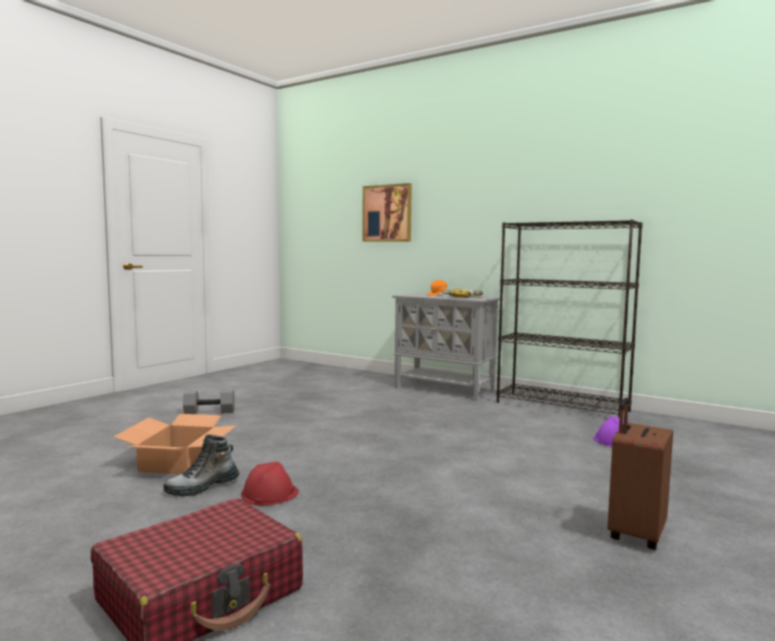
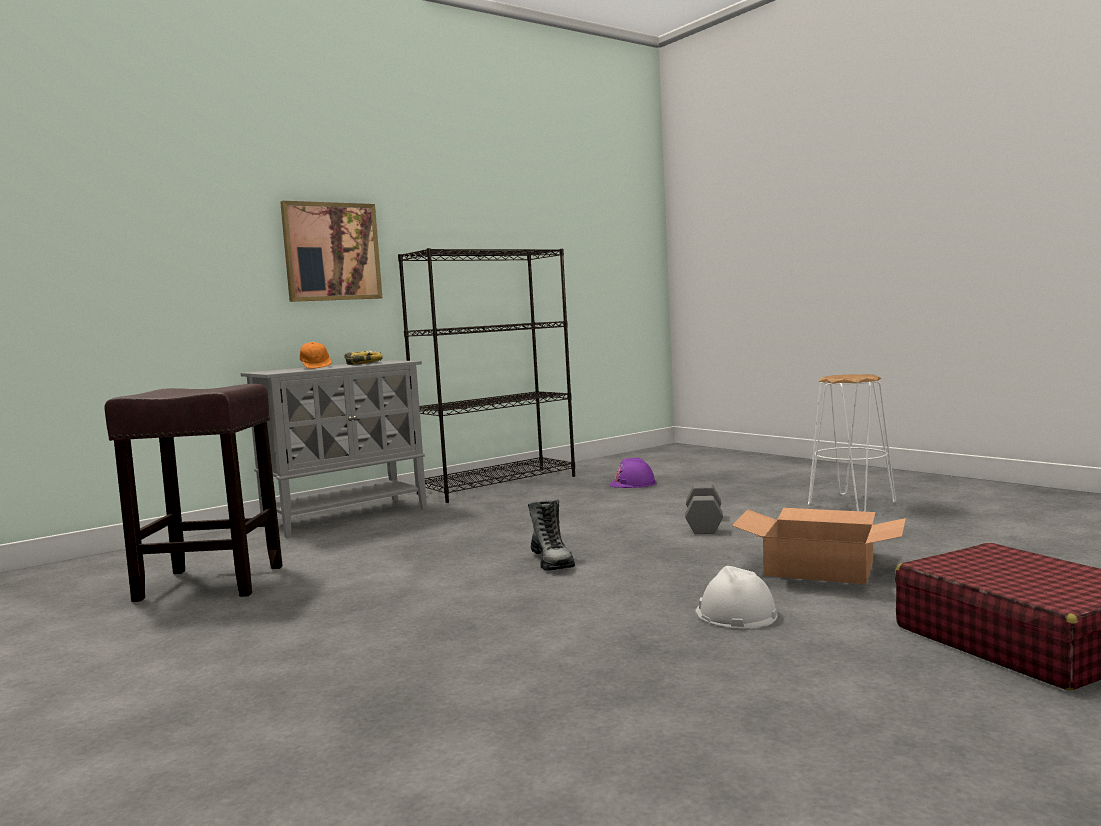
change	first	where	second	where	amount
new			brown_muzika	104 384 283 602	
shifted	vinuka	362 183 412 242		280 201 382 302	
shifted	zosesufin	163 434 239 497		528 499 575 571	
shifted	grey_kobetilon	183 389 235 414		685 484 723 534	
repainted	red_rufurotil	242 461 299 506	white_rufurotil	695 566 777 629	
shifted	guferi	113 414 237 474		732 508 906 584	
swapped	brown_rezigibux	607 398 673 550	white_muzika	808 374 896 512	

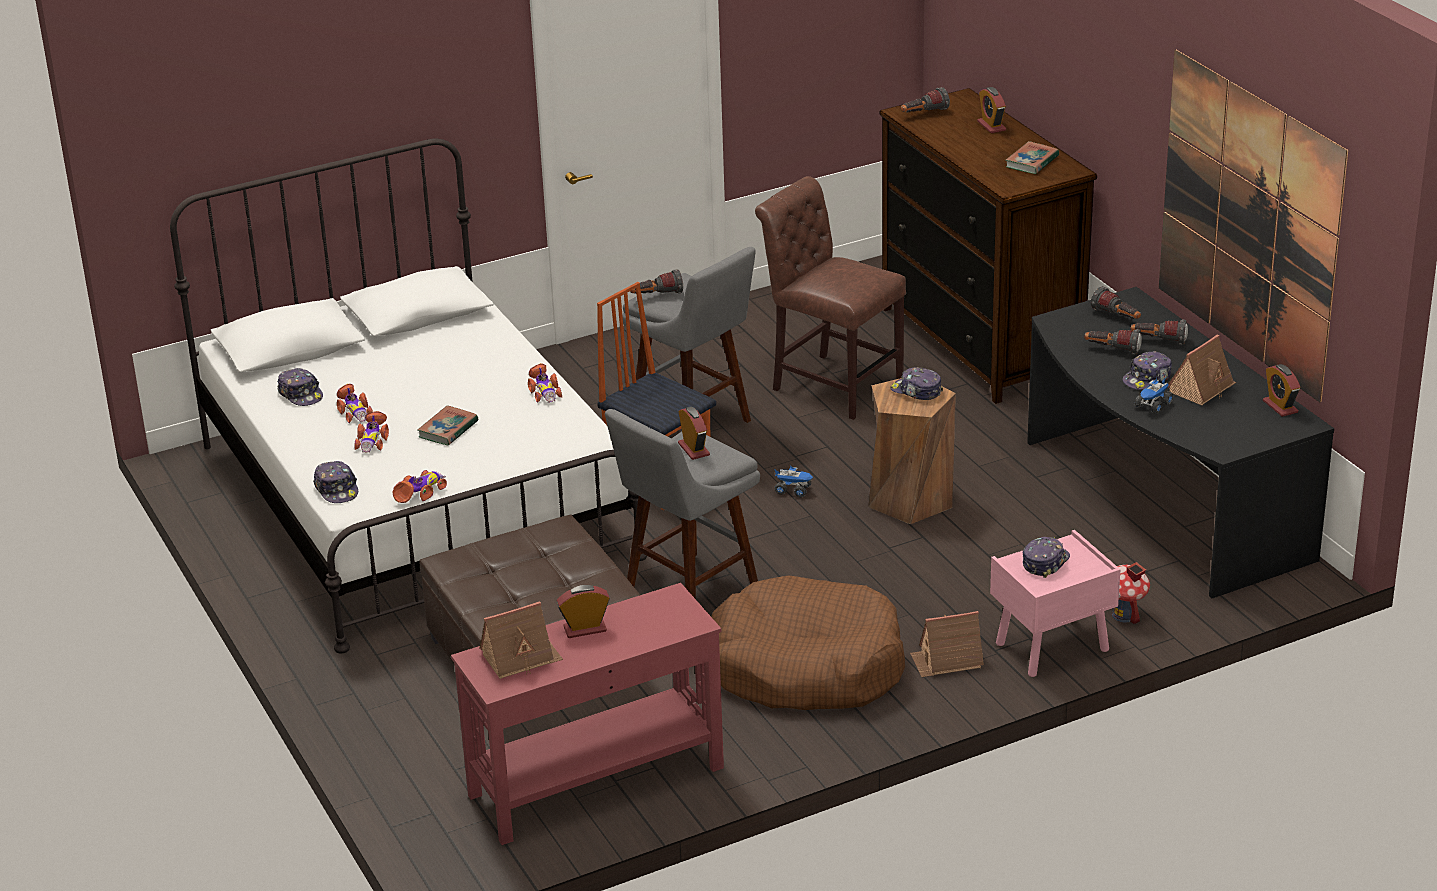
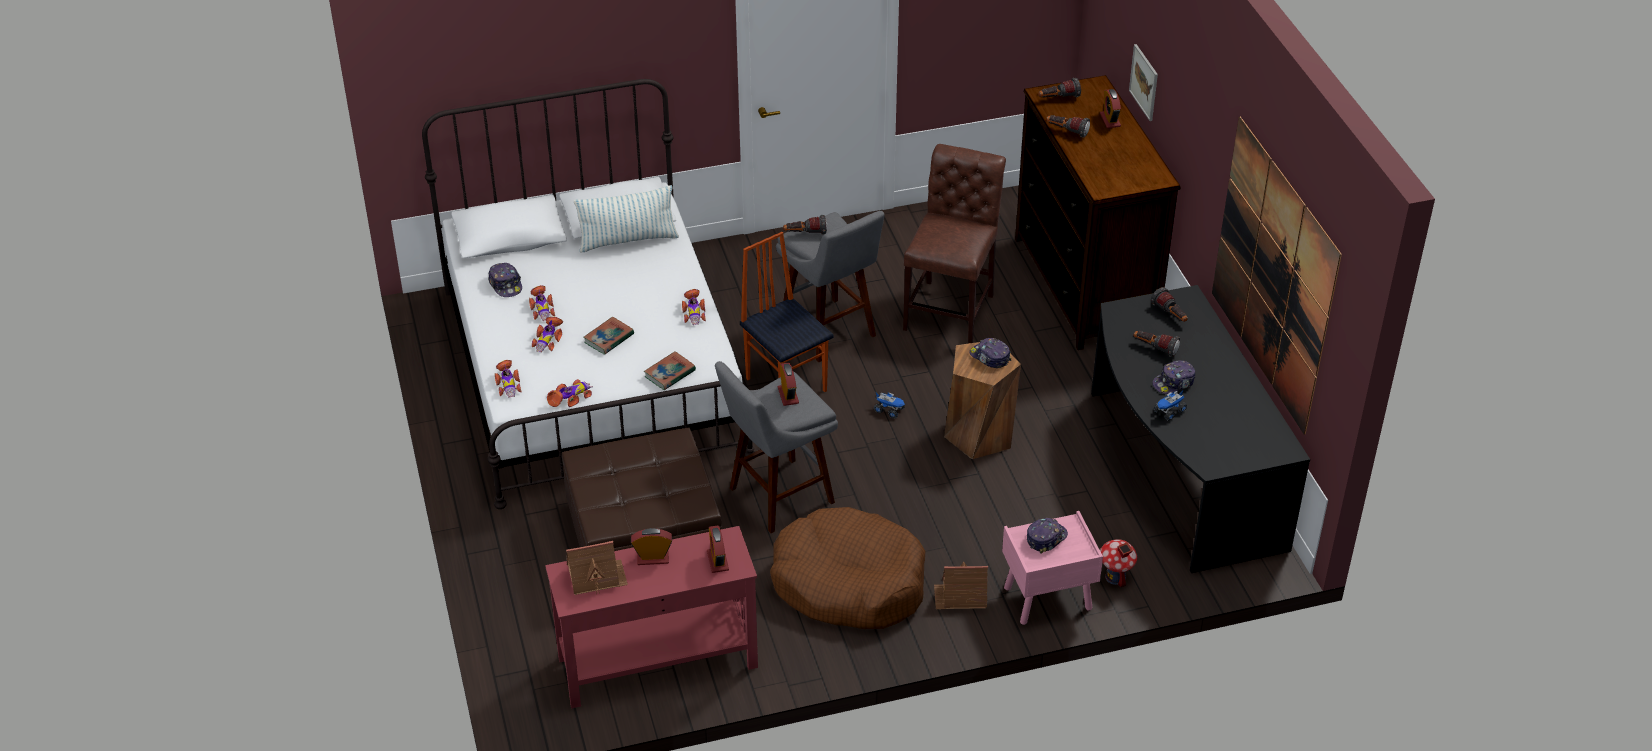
change	first	where	second	where	amount
swapped	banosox	313 461 358 503	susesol	495 360 522 398	
new			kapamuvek	574 185 679 253	
shifted	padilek	1006 141 1059 174		644 351 696 390	
shifted	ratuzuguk	1263 364 1301 417		707 525 729 573	
rotated	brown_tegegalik	755 176 906 420		903 144 1006 344	60 degrees clockwise
shifted	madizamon	1131 319 1188 345		1046 115 1090 138	
new			vinuka	1129 44 1158 121	
gone	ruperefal	1167 335 1236 405			

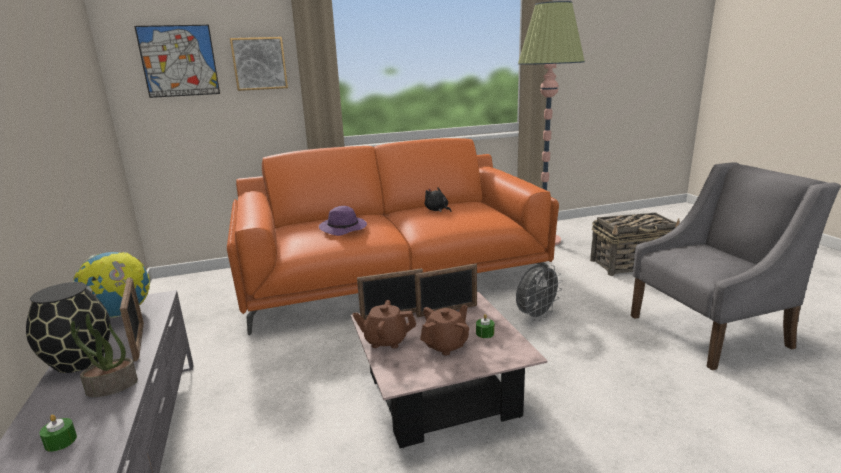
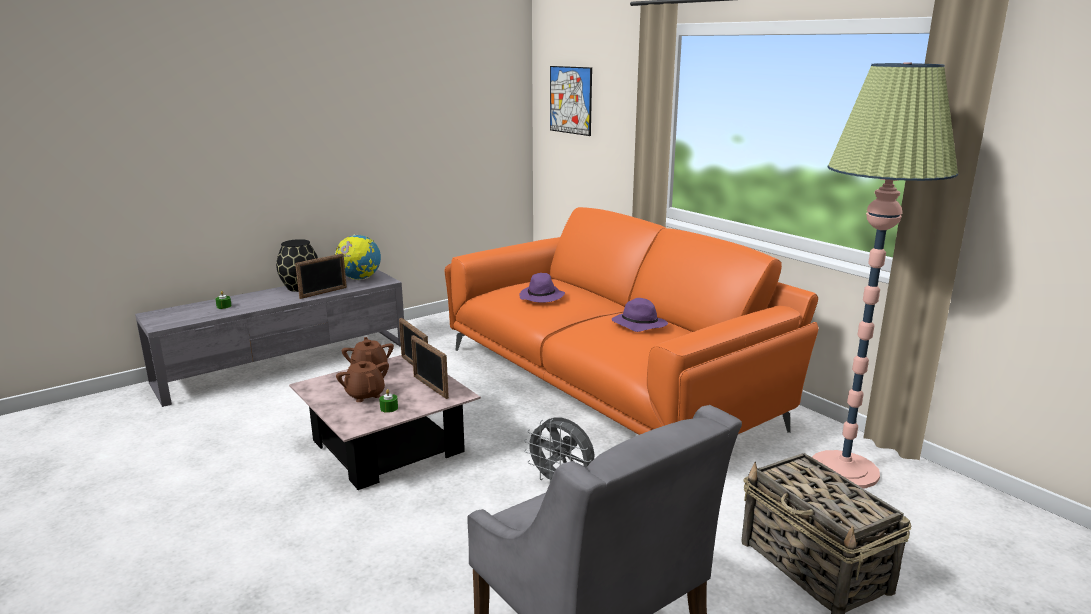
change	first	where	second	where	amount
rotated	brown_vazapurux	420 305 469 356		336 359 389 402	150 degrees counterclockwise
swapped	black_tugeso	424 187 451 212	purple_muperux	612 298 668 332	
gone	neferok	70 314 138 397			
gone	vinuka	230 37 288 91			

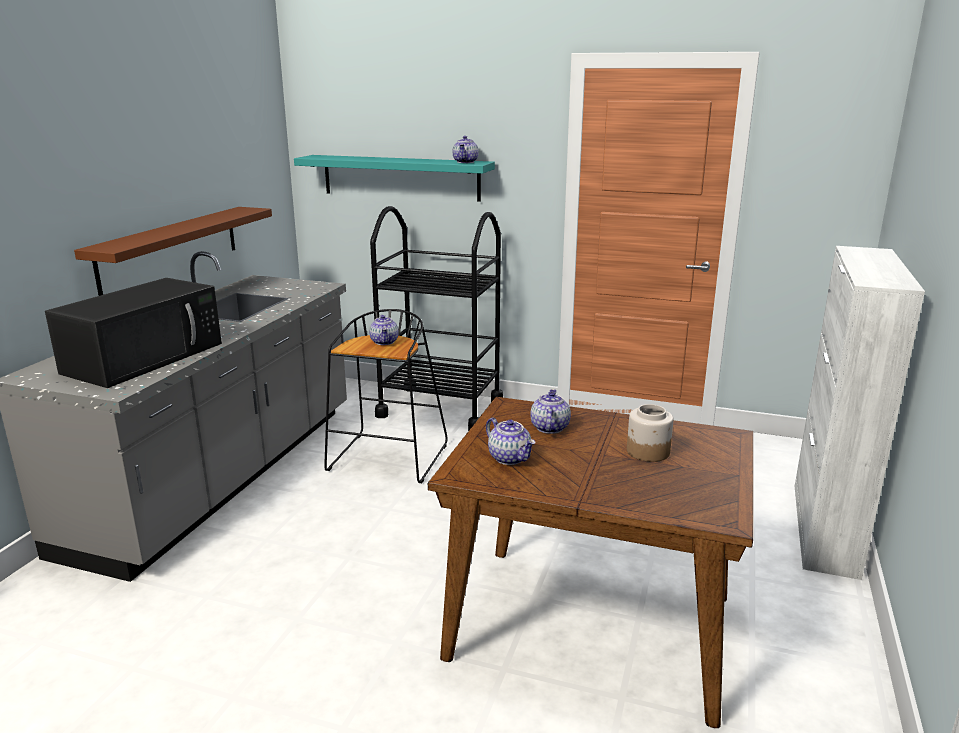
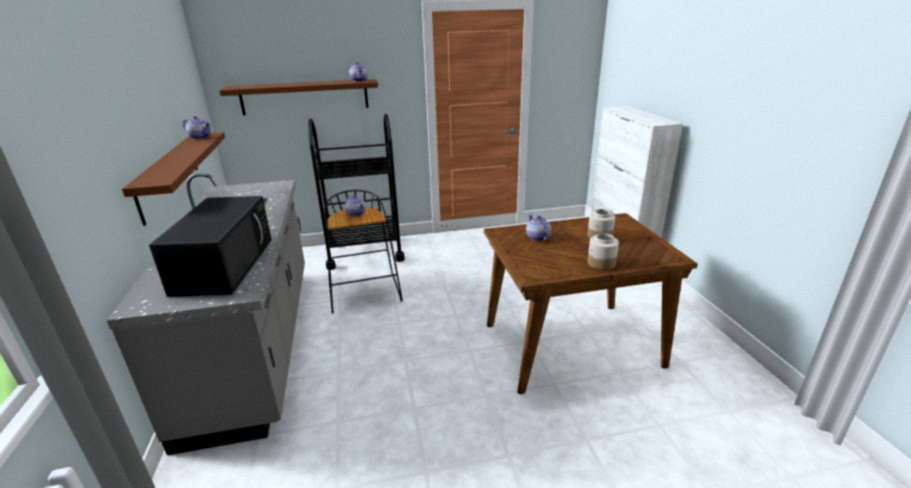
change	first	where	second	where	amount
shifted	vazapurux	486 418 535 465		183 116 211 139	
repainted	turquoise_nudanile	294 155 495 202	brown_nudanile	219 79 378 115	
new			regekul	588 233 619 270	

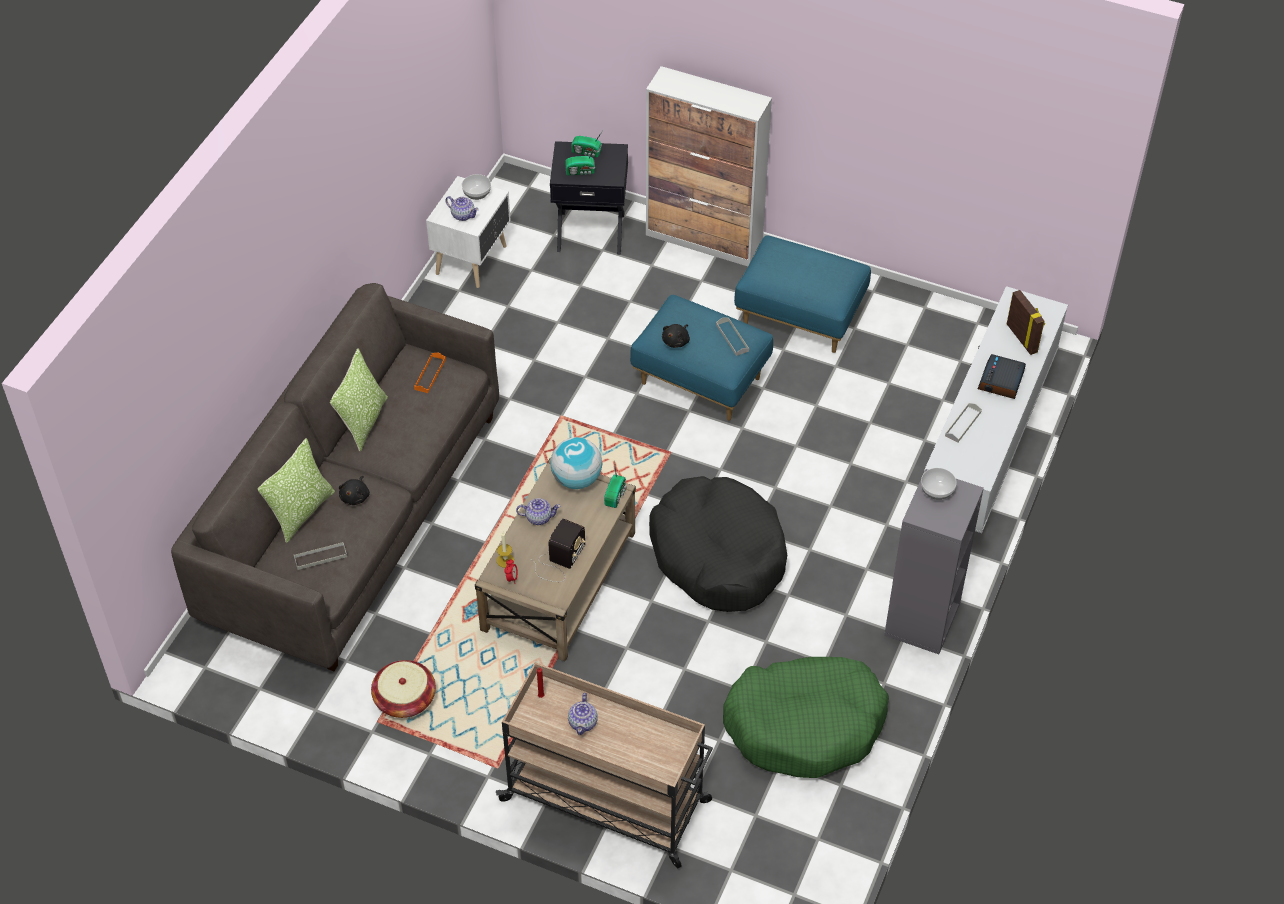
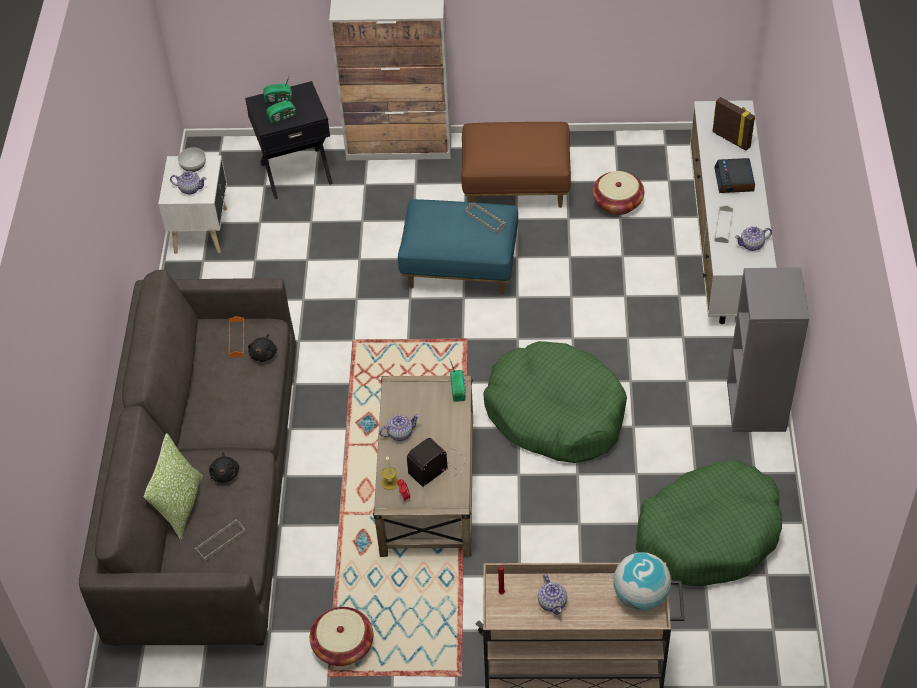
change	first	where	second	where	amount
shifted	black_tugeso	662 324 690 348		248 334 277 362	
rotated	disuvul	530 519 586 582		407 438 465 487	135 degrees counterclockwise
repainted	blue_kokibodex	734 235 871 353	brown_kokibodex	461 122 571 208	
repainted	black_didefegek	649 476 787 612	green_didefegek	484 341 627 463	
new			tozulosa	592 171 644 215	
shifted	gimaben	550 437 602 489		613 552 671 611	
new			vazapurux	735 226 772 251	
gone	kapamuvek	330 349 388 451			
gone	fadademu	921 468 957 500			

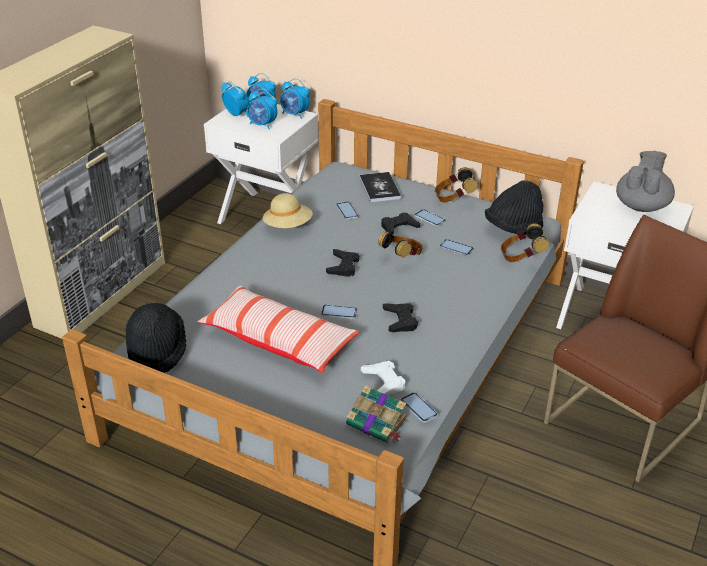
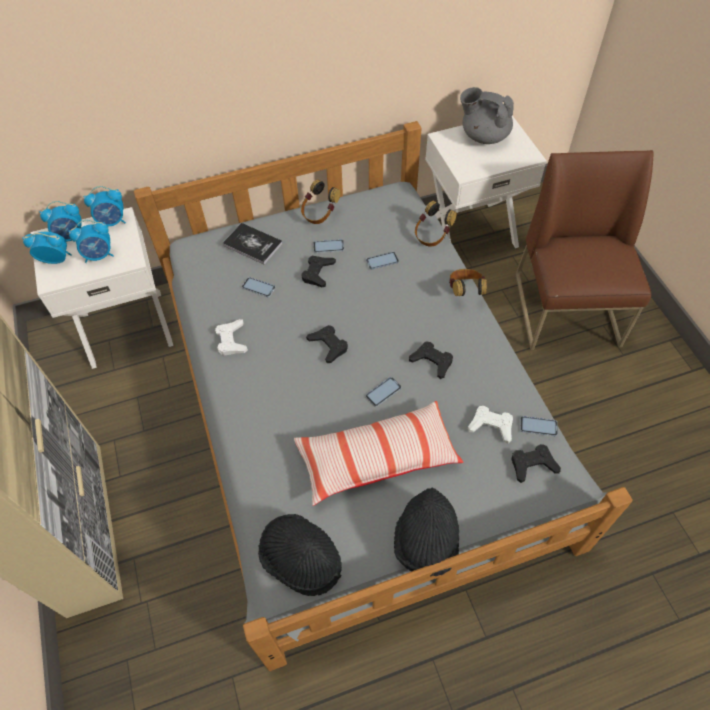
change	first	where	second	where	amount
swapped	beige_muperux	263 193 313 228	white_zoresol	215 319 248 356	
shifted	black_muperux	485 180 543 235		394 488 459 577	
shifted	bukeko	378 231 423 258		449 269 487 296	
rotated	grey_vazapurux	616 151 675 212		460 87 514 144	45 degrees counterclockwise
swapped	padilek	346 385 407 443	black_zoresol	511 444 561 483	

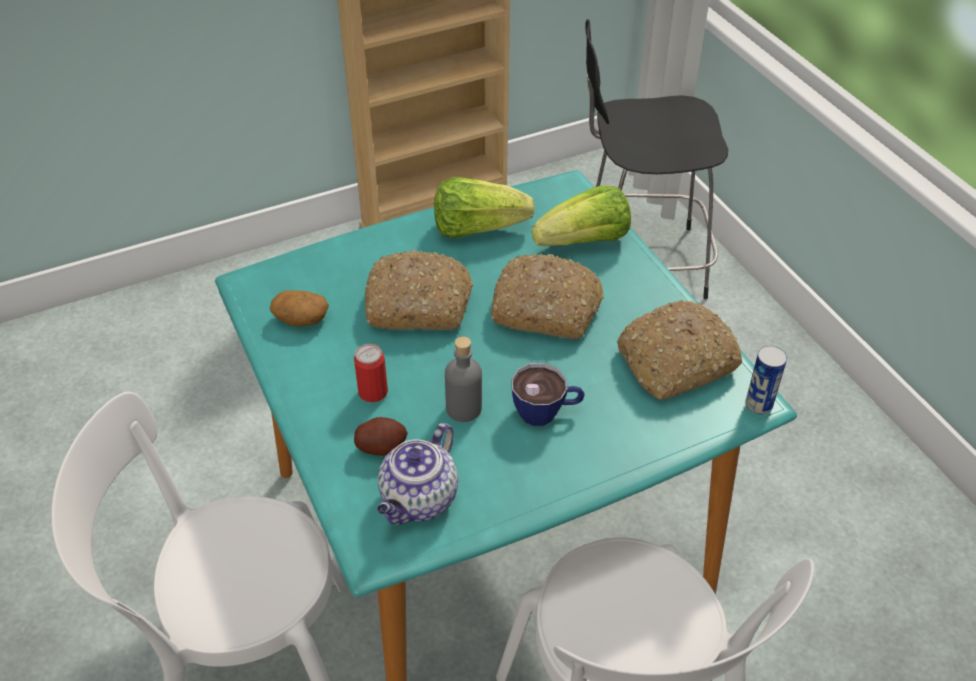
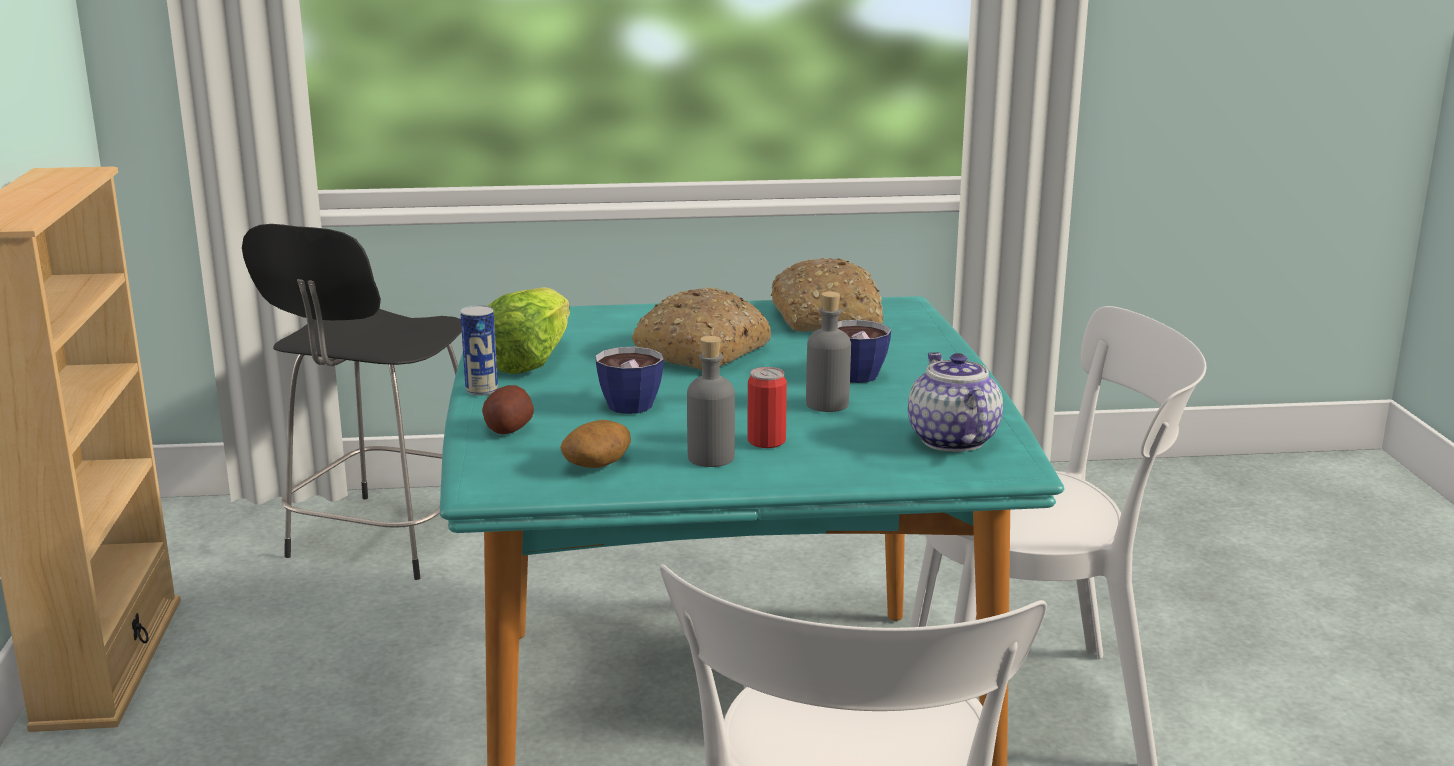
change	first	where	second	where	amount
shifted	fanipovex	745 346 787 414		460 305 498 396	
shifted	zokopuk	354 417 408 456		482 385 534 434	
swapped	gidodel	365 250 474 330	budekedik	595 347 664 414	
new			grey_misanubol	687 336 735 467	
rotated	vazapurux	377 423 458 525		908 352 1003 452	150 degrees counterclockwise
gone	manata	532 186 631 246			

